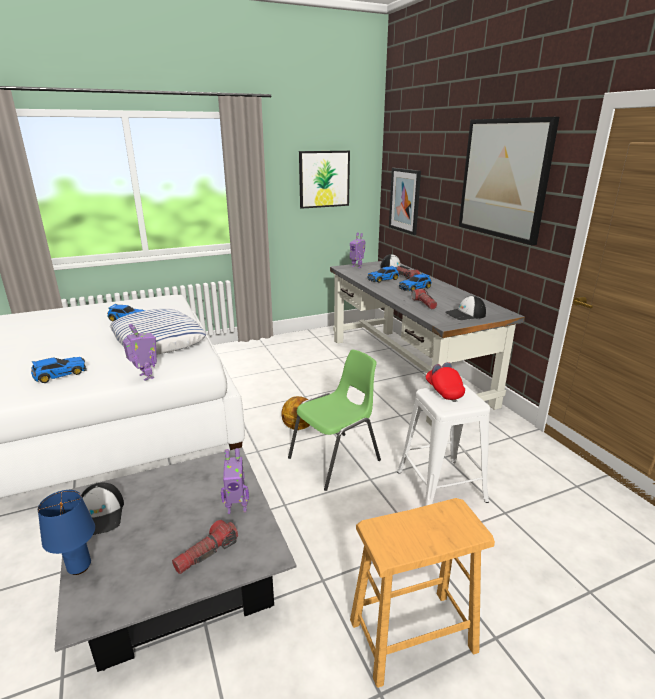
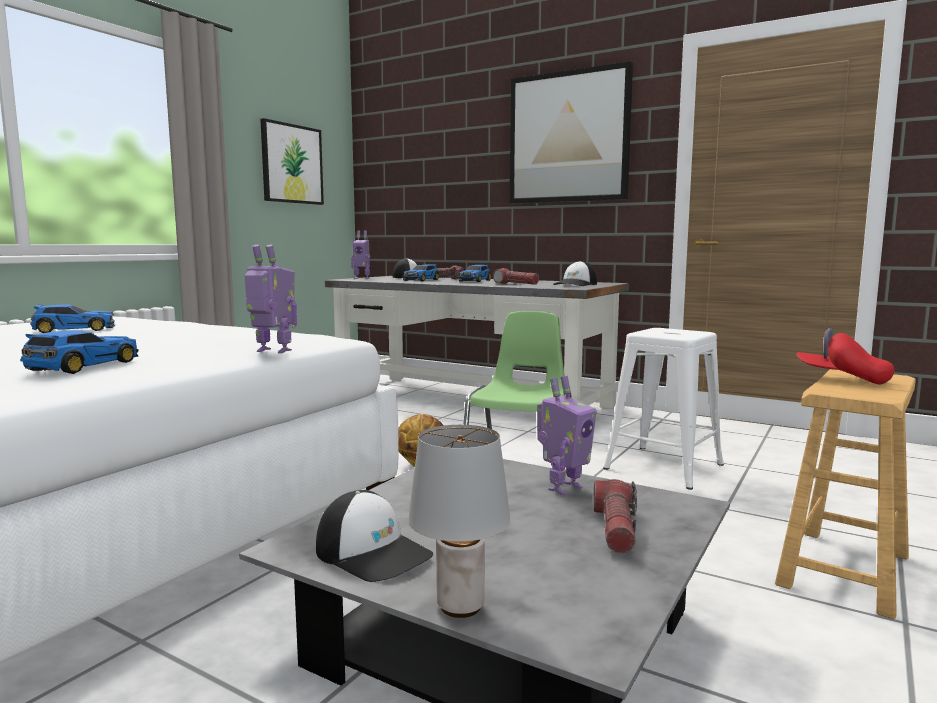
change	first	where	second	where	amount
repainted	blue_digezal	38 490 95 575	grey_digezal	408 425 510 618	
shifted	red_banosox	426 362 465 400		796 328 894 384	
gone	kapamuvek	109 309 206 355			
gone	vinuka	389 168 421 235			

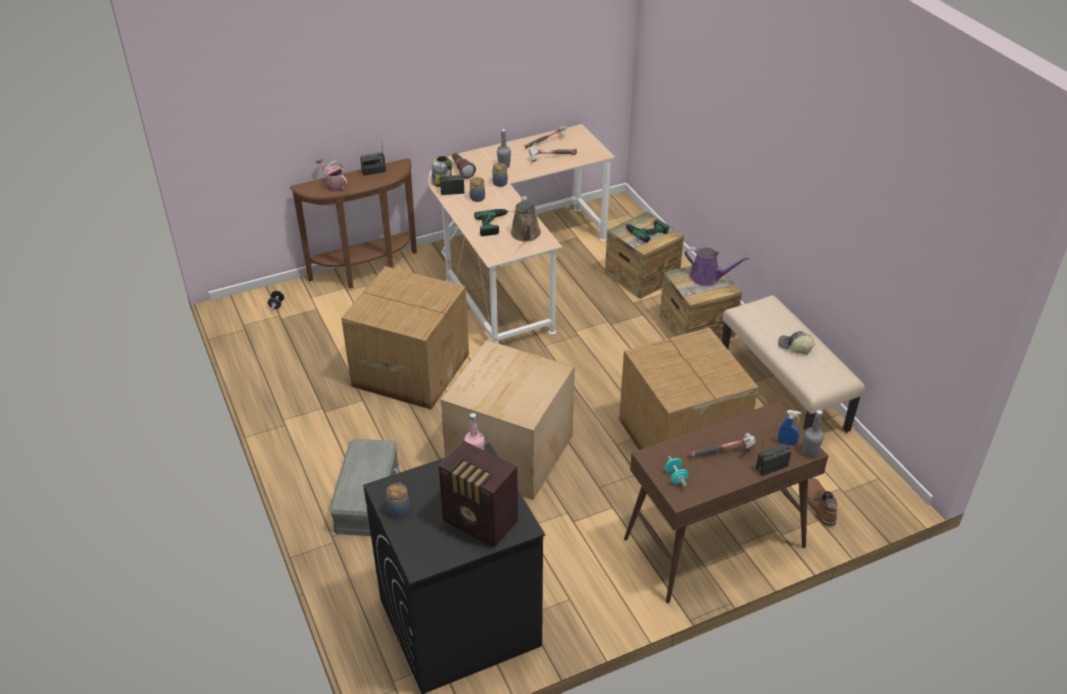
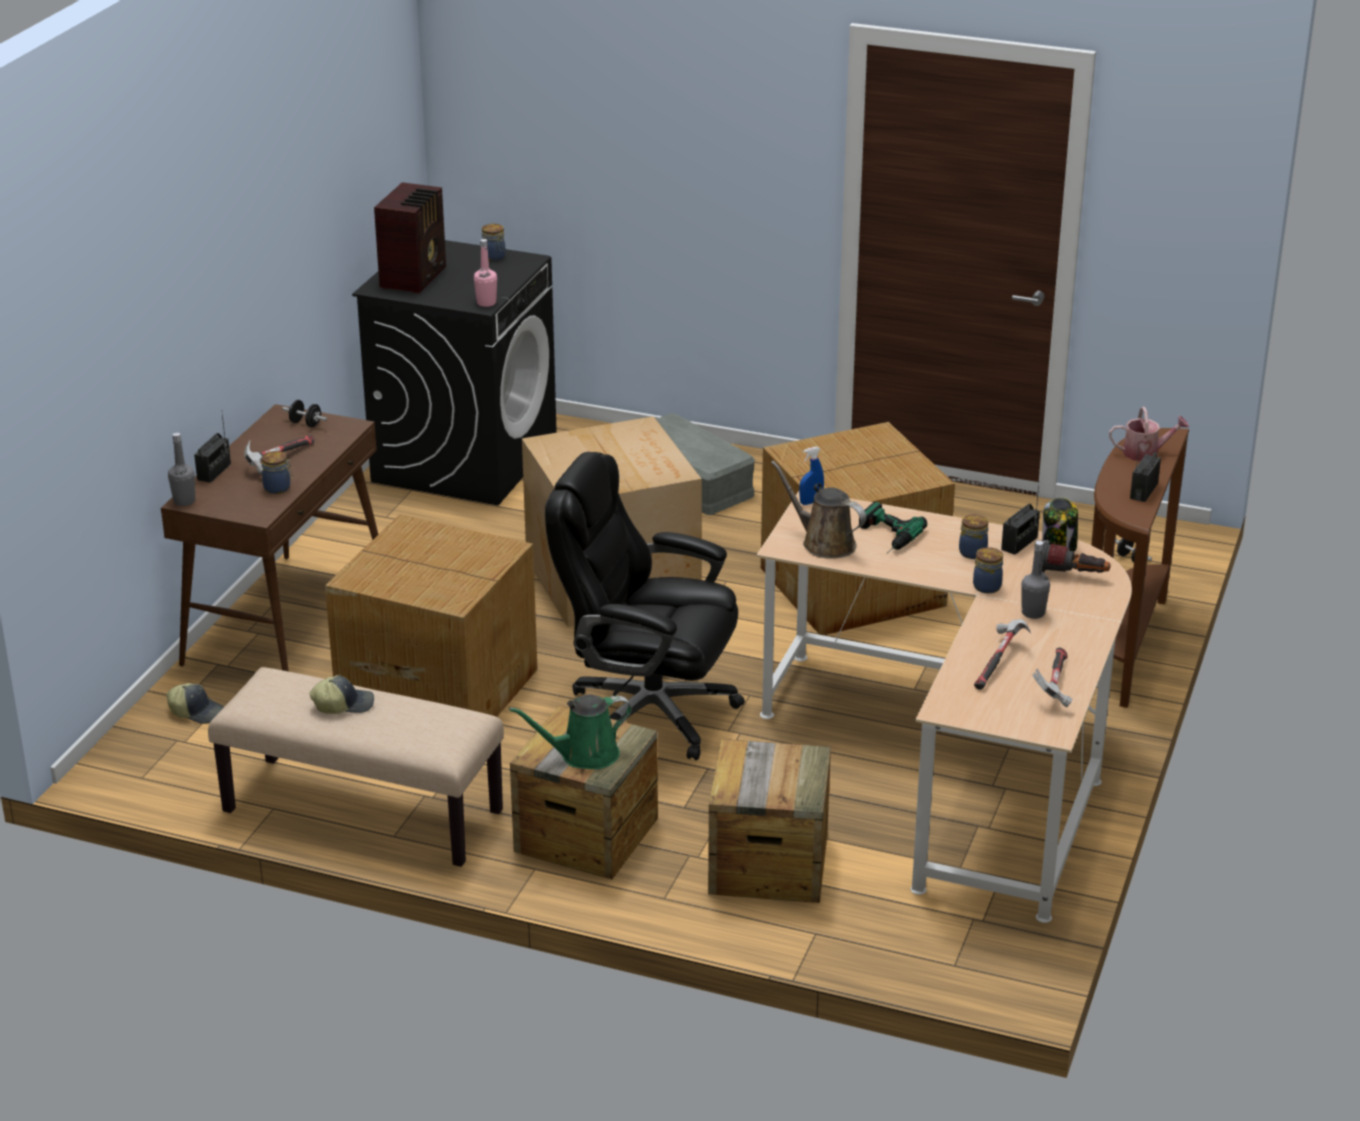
change	first	where	second	where	amount
swapped	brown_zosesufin	807 478 837 526	banosox	166 683 224 724	
new			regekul	261 451 293 494	
repainted	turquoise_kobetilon	665 456 689 487	black_kobetilon	282 400 327 427	
rotated	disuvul	439 441 518 547		374 182 446 294	120 degrees clockwise
repainted	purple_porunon	685 247 750 286	green_porunon	509 694 632 769	
new			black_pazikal	545 452 745 760	
shifted	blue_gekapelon	778 410 801 446		799 447 824 505	
gone	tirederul	622 219 669 243			

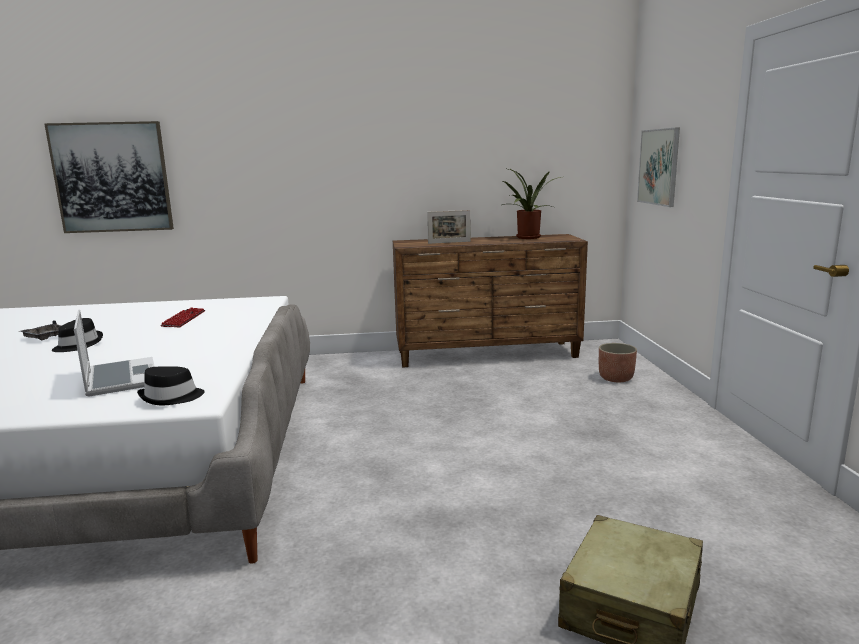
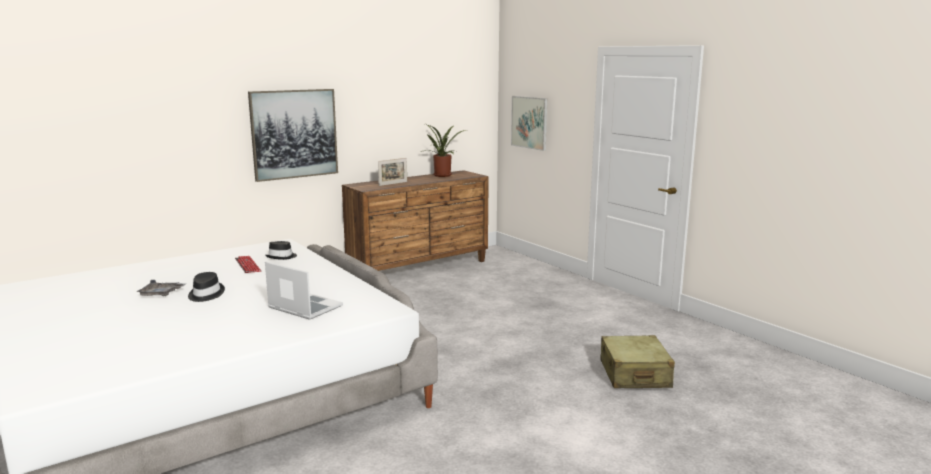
change	first	where	second	where	amount
shifted	vinuka	44 121 174 233		248 89 338 182	
shifted	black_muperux	137 366 205 405		266 241 297 260	
gone	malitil	599 343 637 382			

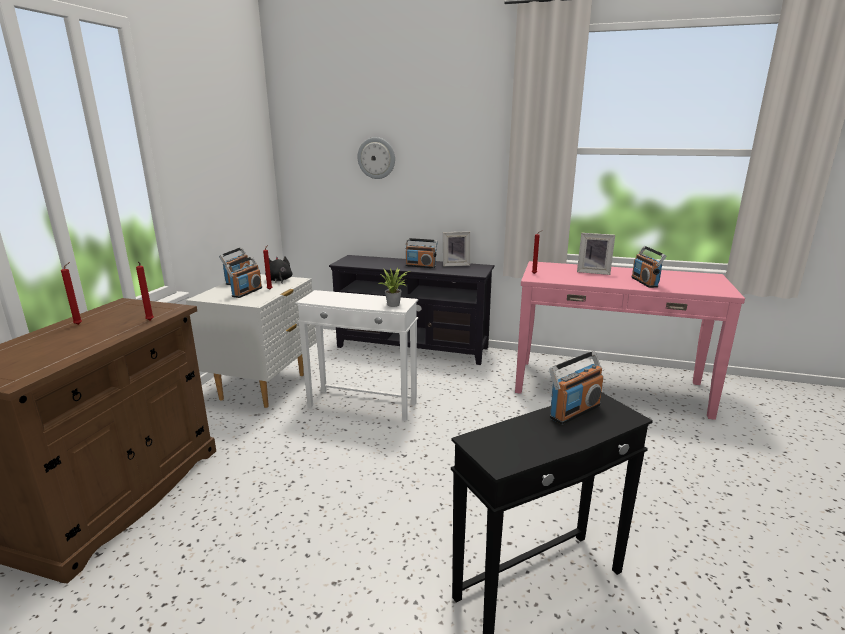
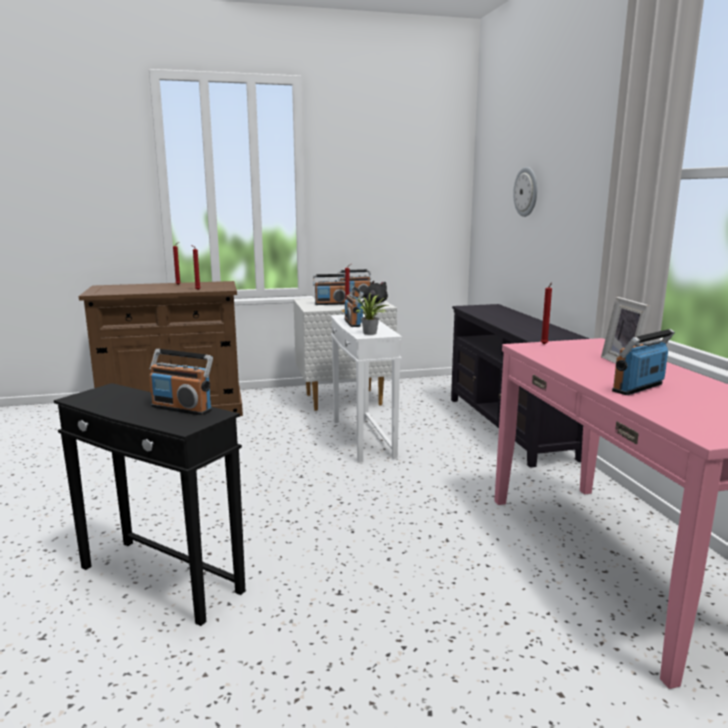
change	first	where	second	where	amount
shifted	disuvul	405 238 438 268		344 286 364 327	
gone	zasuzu	443 231 470 266			

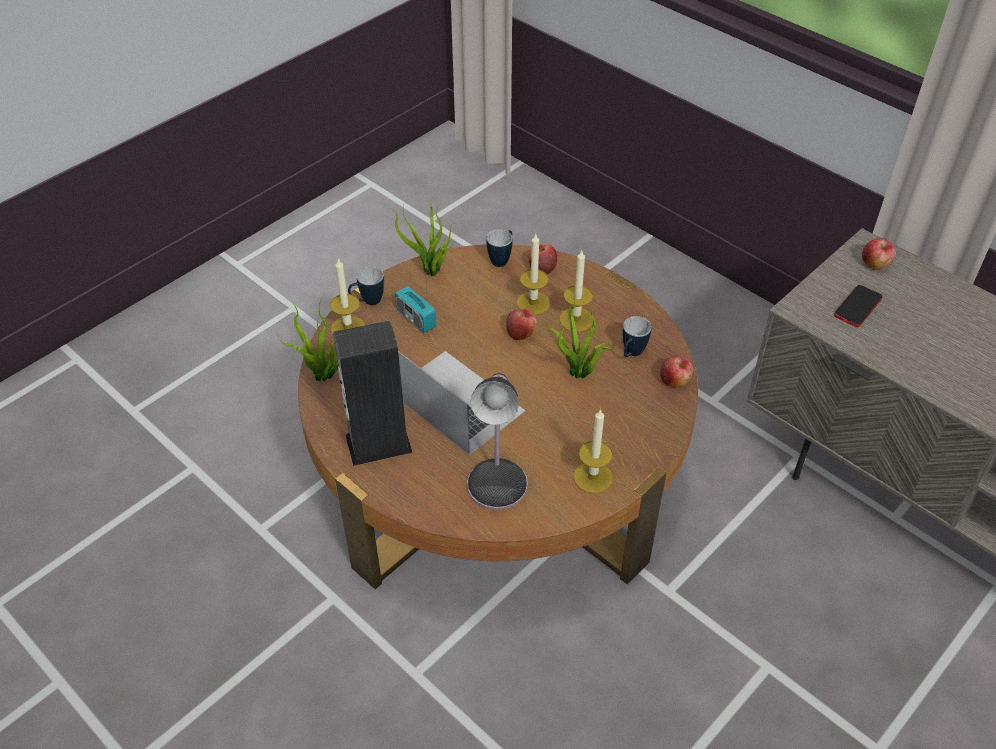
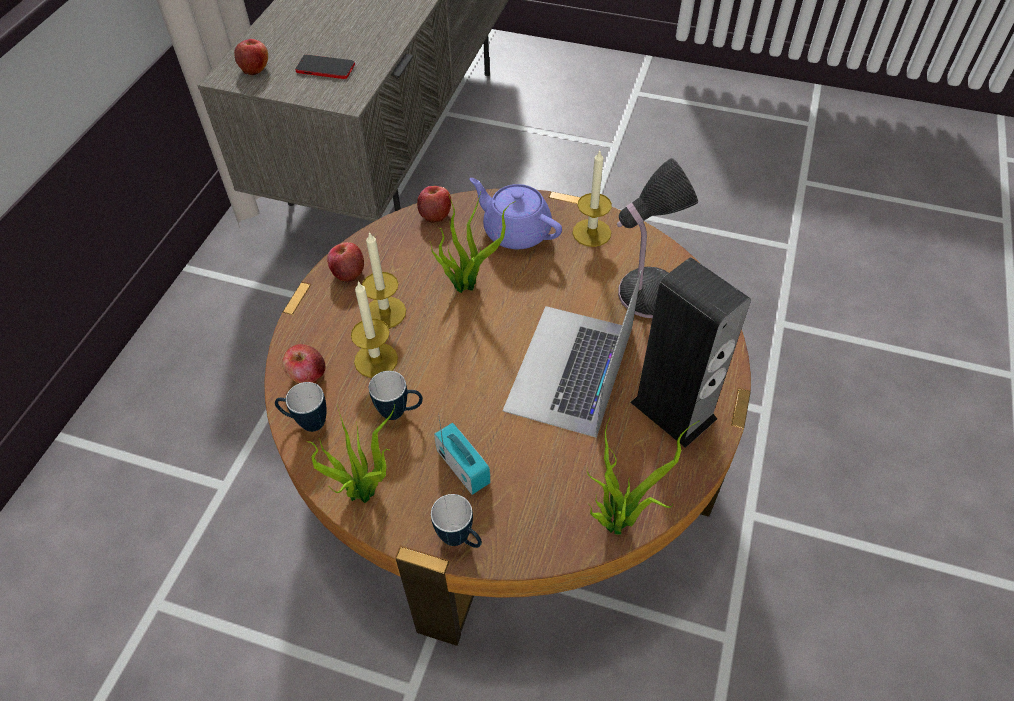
change	first	where	second	where	amount
shifted	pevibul	506 309 537 340		327 242 364 283	
shifted	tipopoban	623 316 652 357		369 371 423 420	
rotated	disuvul	395 268 436 333		434 412 490 495	60 degrees counterclockwise
new			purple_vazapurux	469 178 562 249	
gone	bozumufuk	330 259 365 336			

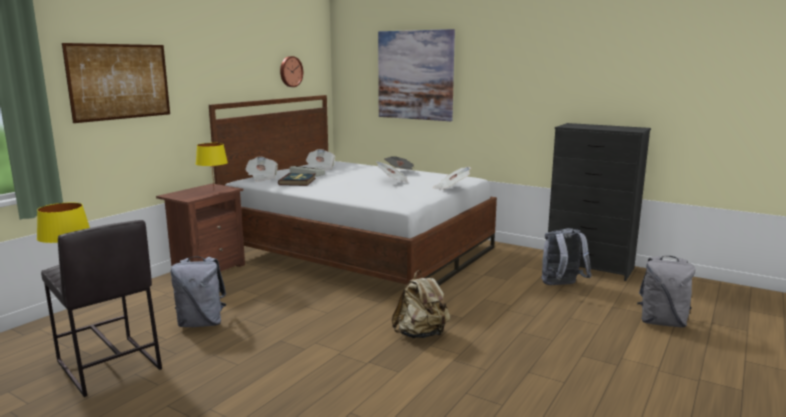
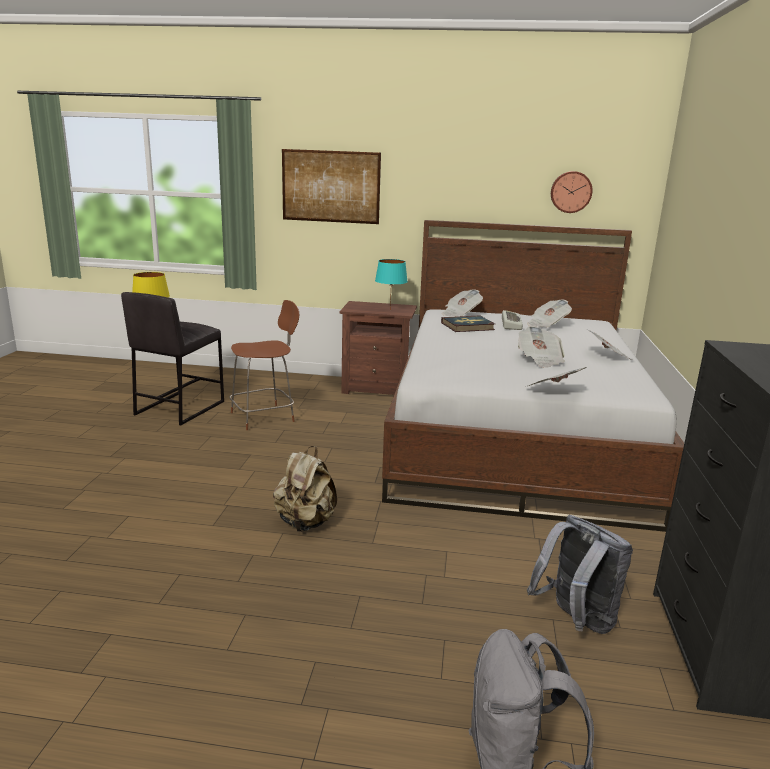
change	first	where	second	where	amount
swapped	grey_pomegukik	171 256 226 327	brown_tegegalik	229 300 299 430	
repainted	yellow_digezal	196 143 228 186	turquoise_digezal	375 259 408 309	
gone	vinuka	378 29 455 121			

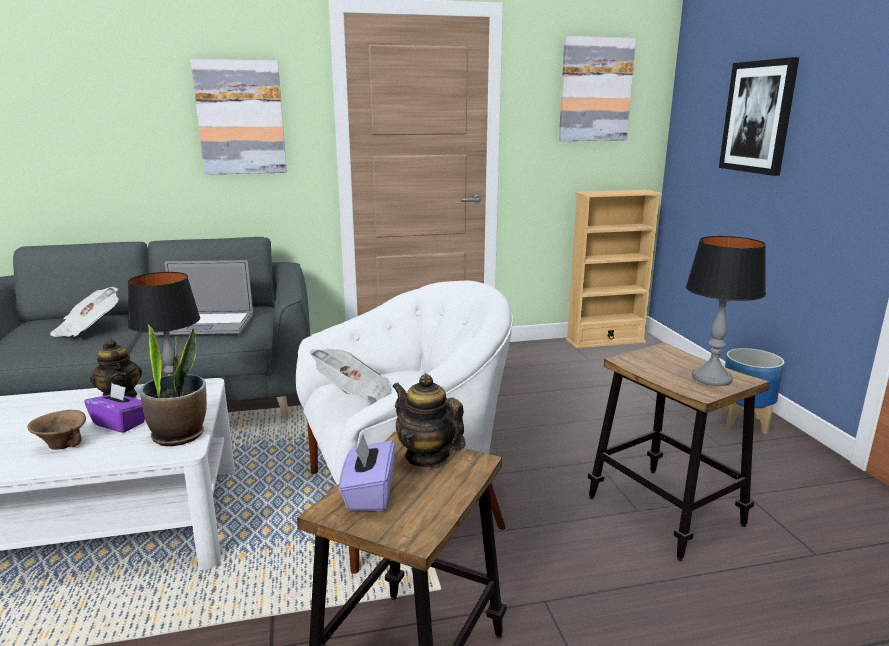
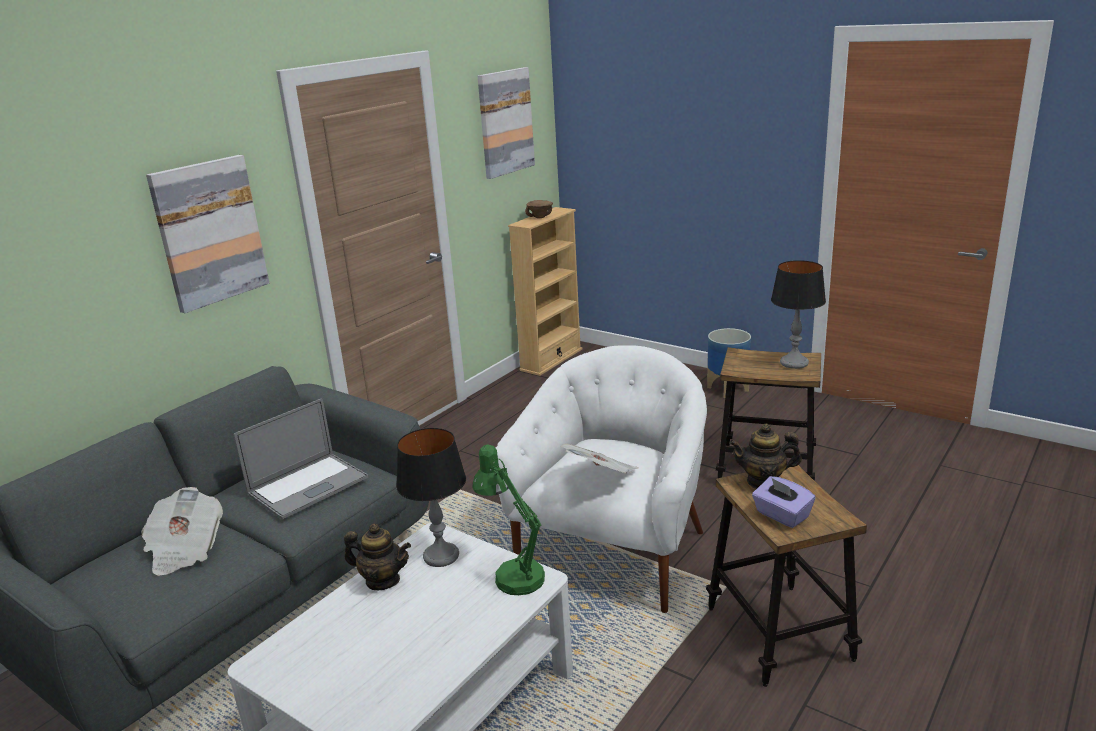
change	first	where	second	where	amount
swapped	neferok	140 323 207 446	green_digezal	472 445 545 595	
shifted	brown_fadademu	28 410 86 450		525 200 553 218	
gone	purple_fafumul	84 383 145 433			
gone	vinuka	719 57 799 176			

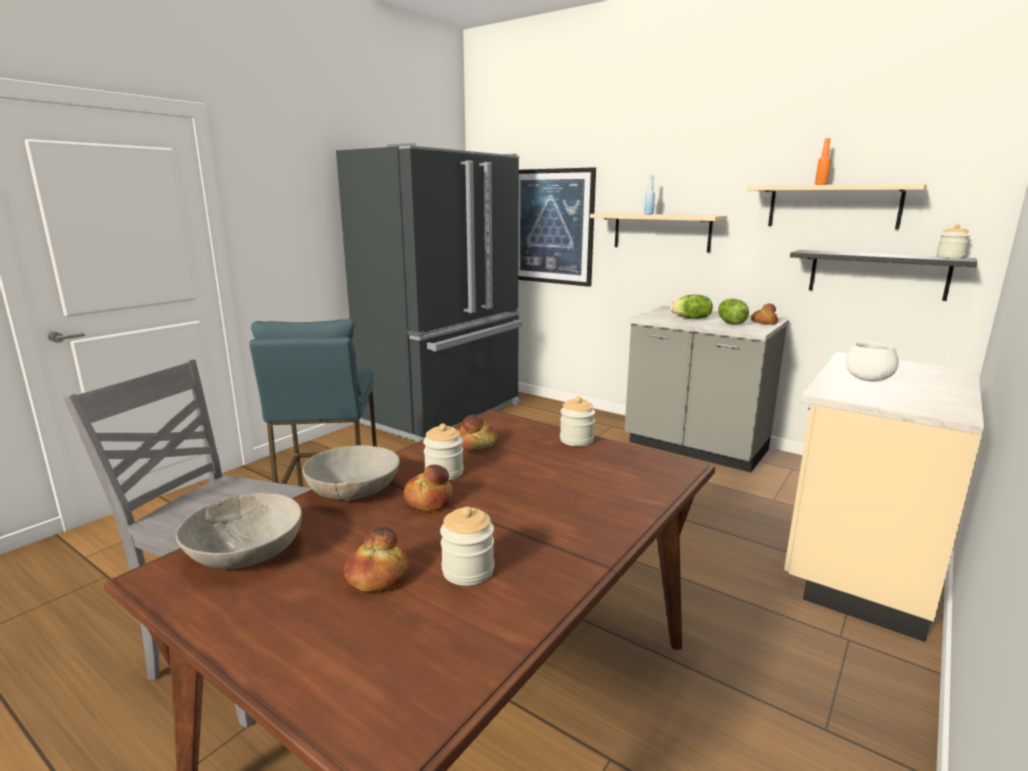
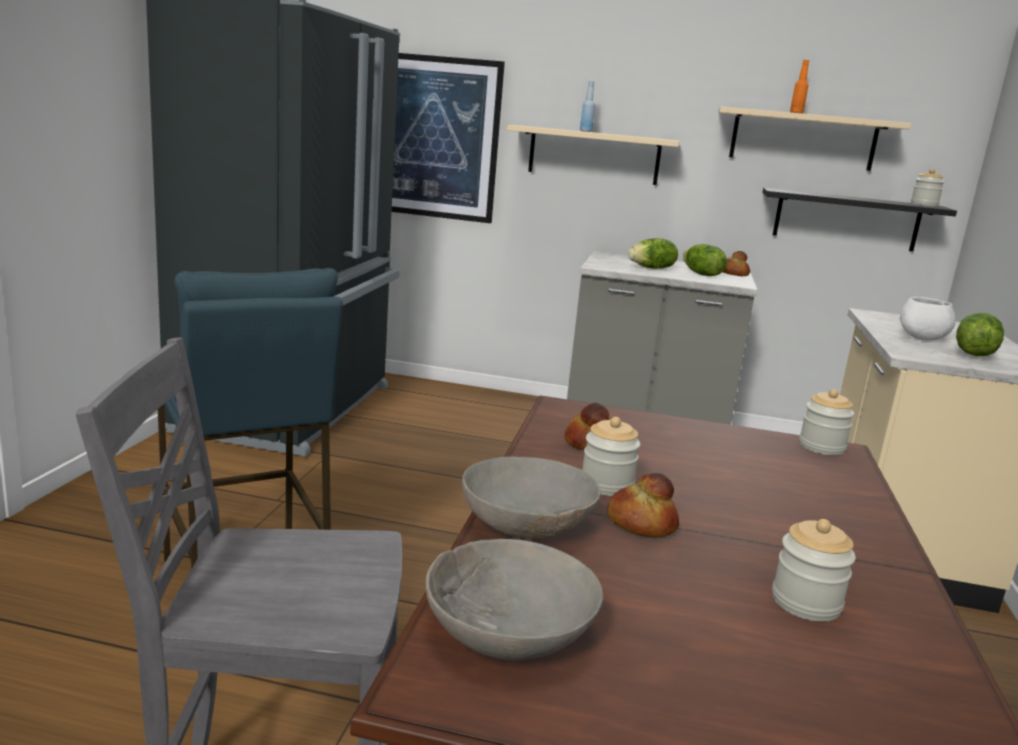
change	first	where	second	where	amount
shifted	regekul	560 396 595 446		799 389 854 455	
new			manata	956 312 1004 356	
gone	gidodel	344 527 412 592			

